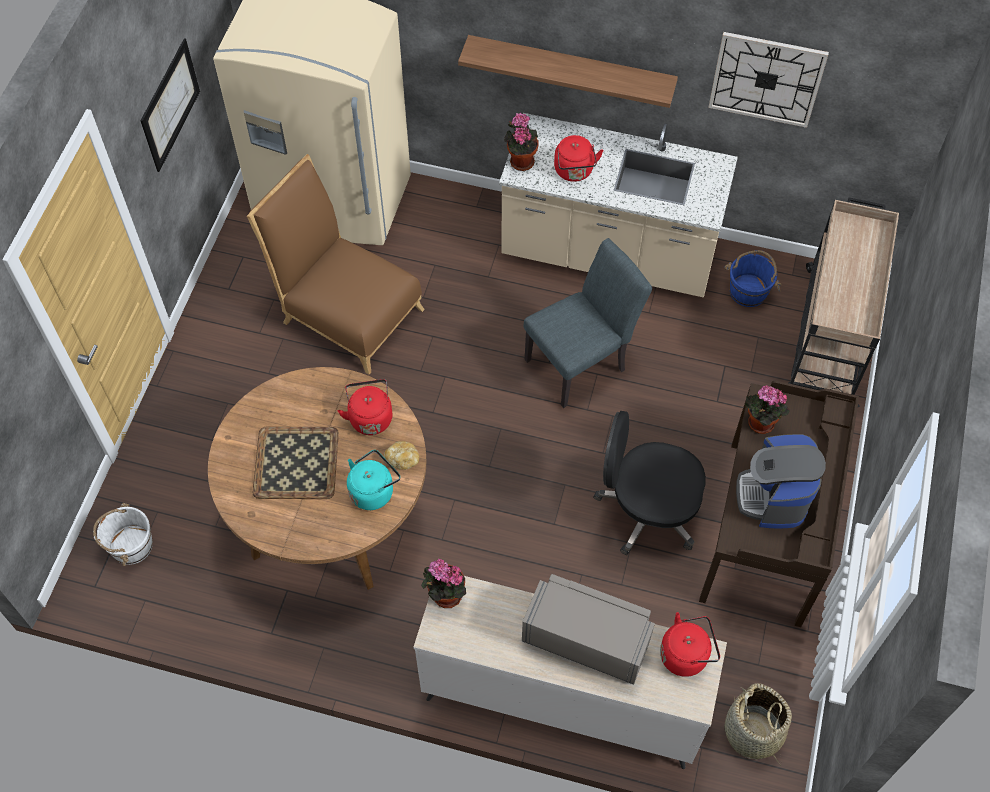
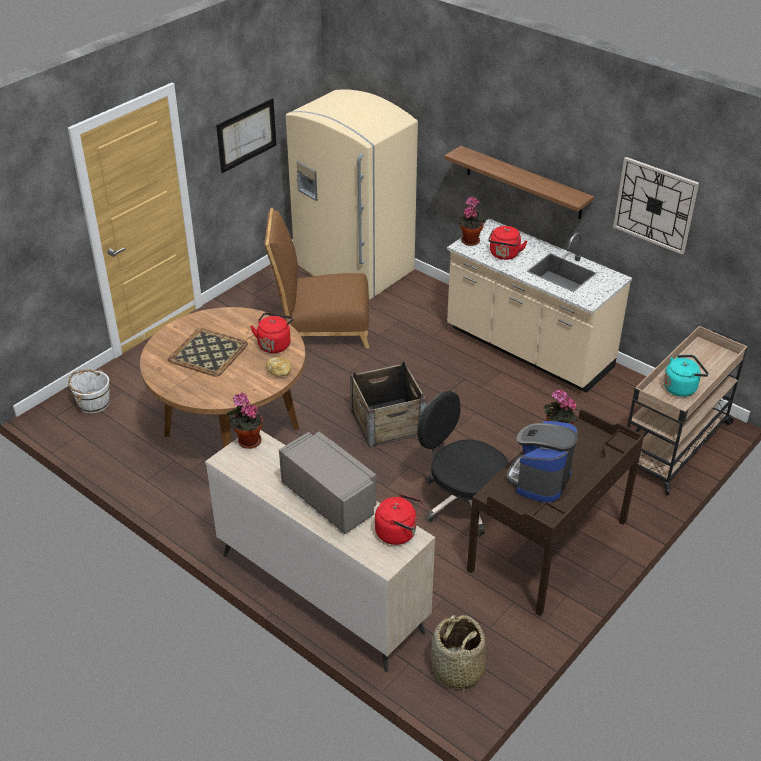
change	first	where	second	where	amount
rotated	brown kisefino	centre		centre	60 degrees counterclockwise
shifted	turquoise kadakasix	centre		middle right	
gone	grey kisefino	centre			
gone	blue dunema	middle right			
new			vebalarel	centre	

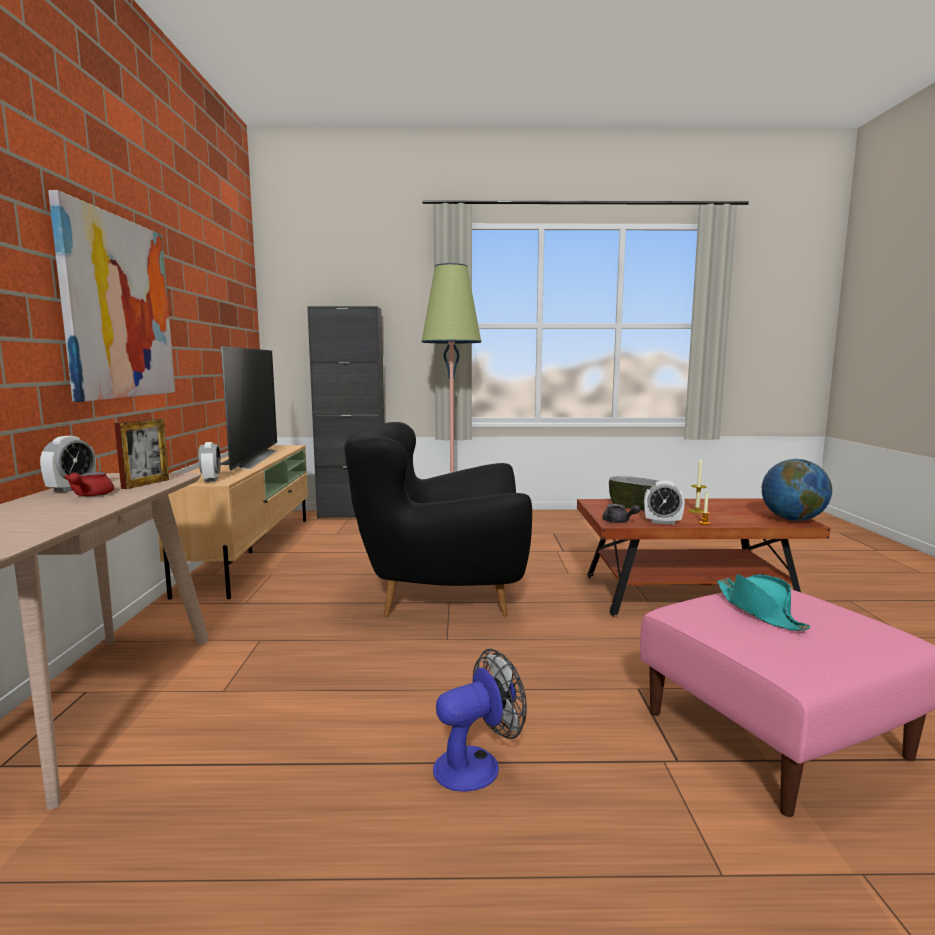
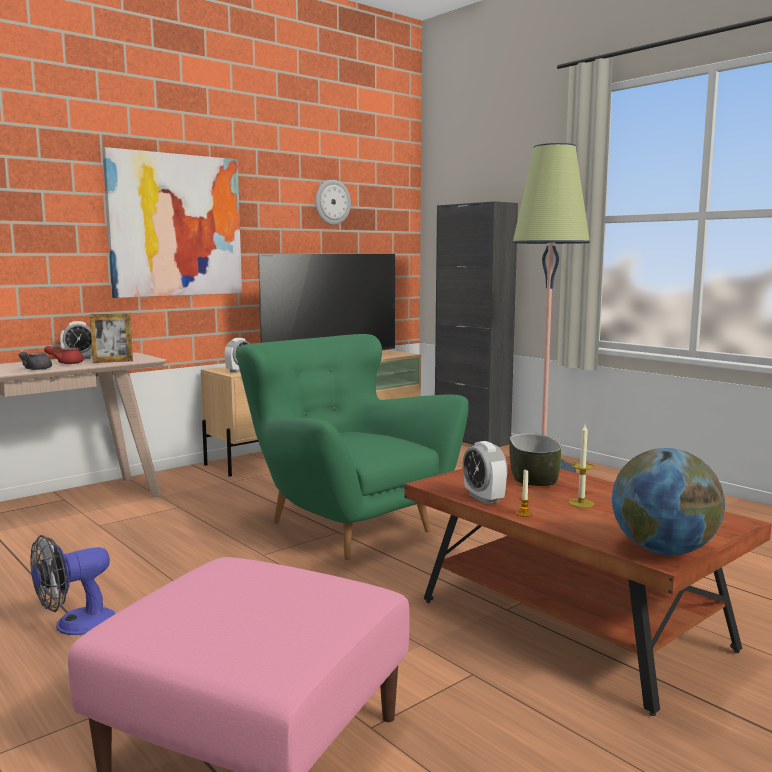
change	first	where	second	where	amount
repainted	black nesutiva	centre	green nesutiva	centre	
rotated	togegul	bottom centre		bottom left	120 degrees clockwise
shifted	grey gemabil	centre		middle left	
gone	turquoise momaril	middle right			
new			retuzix	top centre	

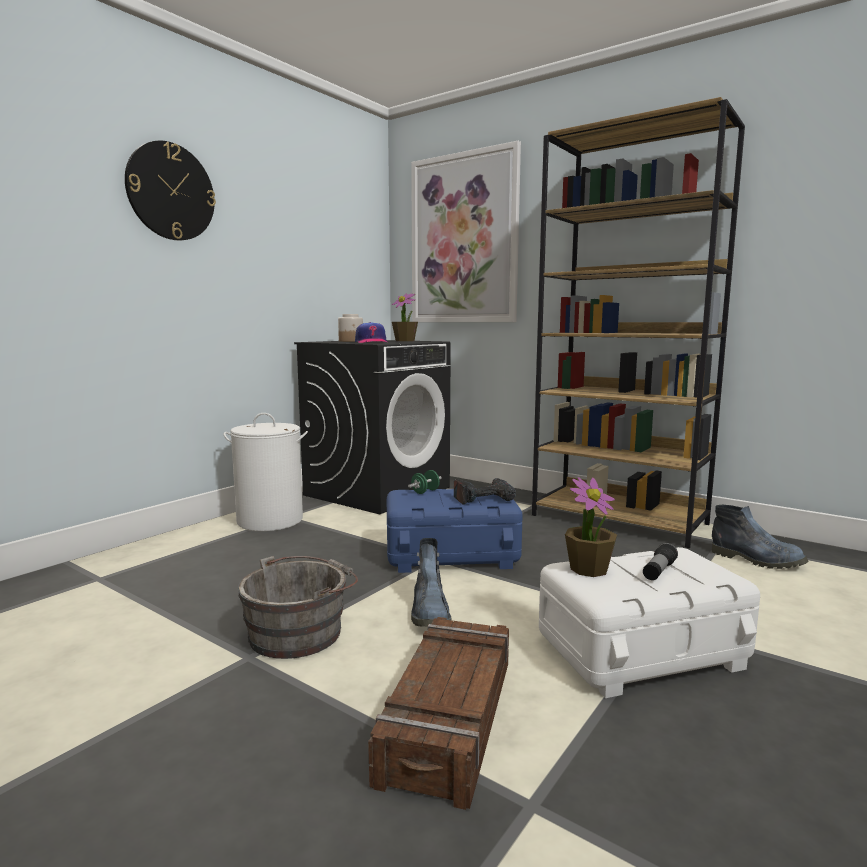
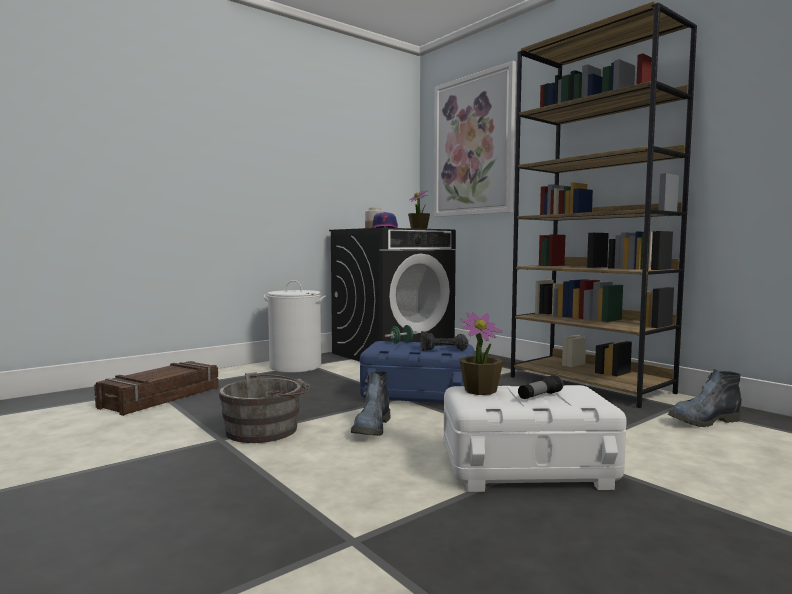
change	first	where	second	where	amount
gone	retuzix	top left			
shifted	vebalarel	bottom centre		middle left	
rotated	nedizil (no. 2 from left)	middle right		bottom right	105 degrees clockwise

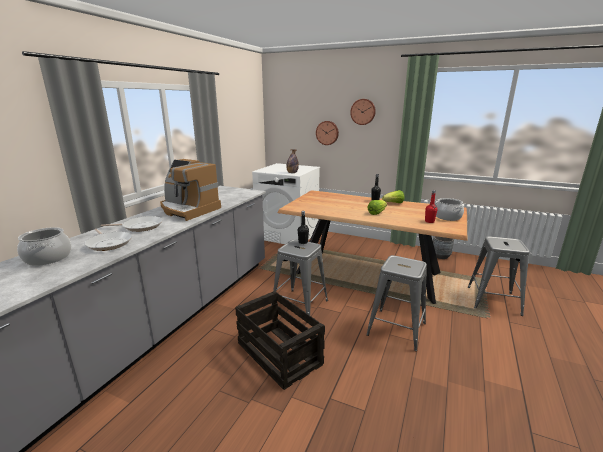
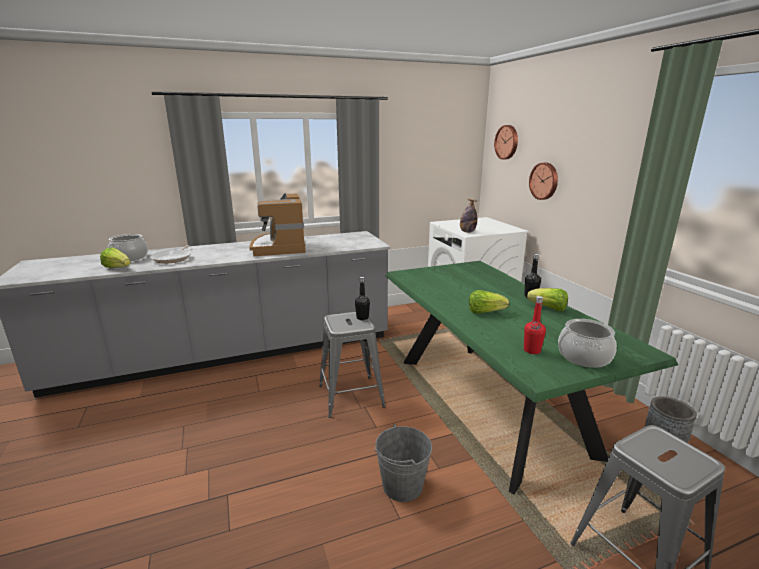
change	first	where	second	where	amount
gone	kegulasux (no. 2 from left)	middle left			
gone	vebalarel	bottom centre			
repainted	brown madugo	centre	green madugo	middle right	
shifted	retuzix (no. 2 from left in the first image)	top centre	retuzix (no. 1 from left)	top right	
swapped	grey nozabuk (no. 2 from left)	bottom centre	grey dunema	bottom centre	
new			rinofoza (no. 1 from left)	middle left	

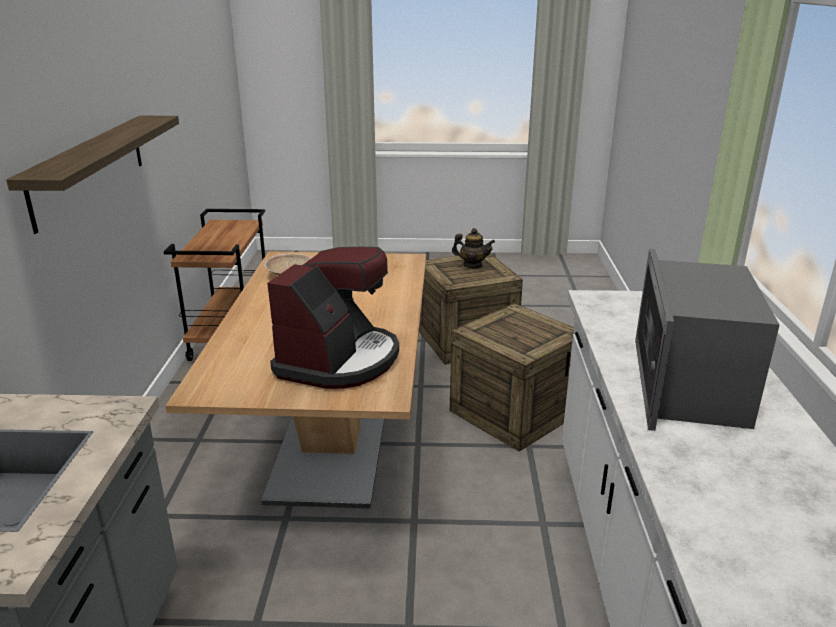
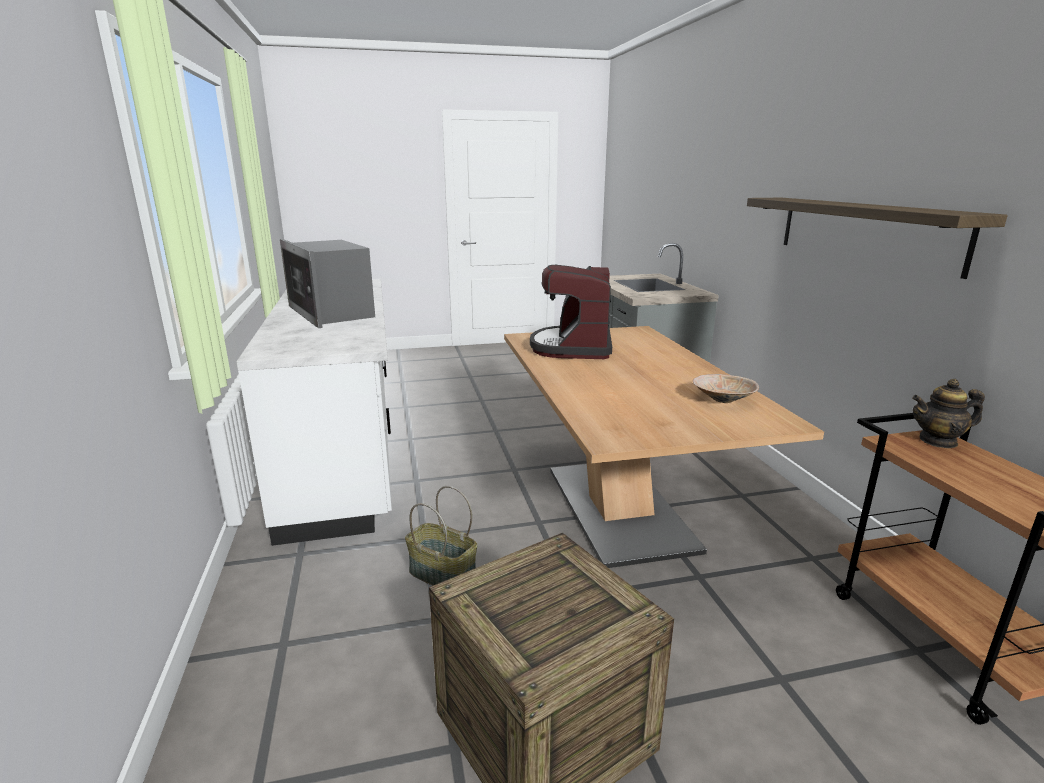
change	first	where	second	where	amount
swapped	vebalarel (no. 2 from left)	centre	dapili	bottom centre	
shifted	gemabil	centre		middle right	
rotated	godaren	middle right		middle left	150 degrees clockwise

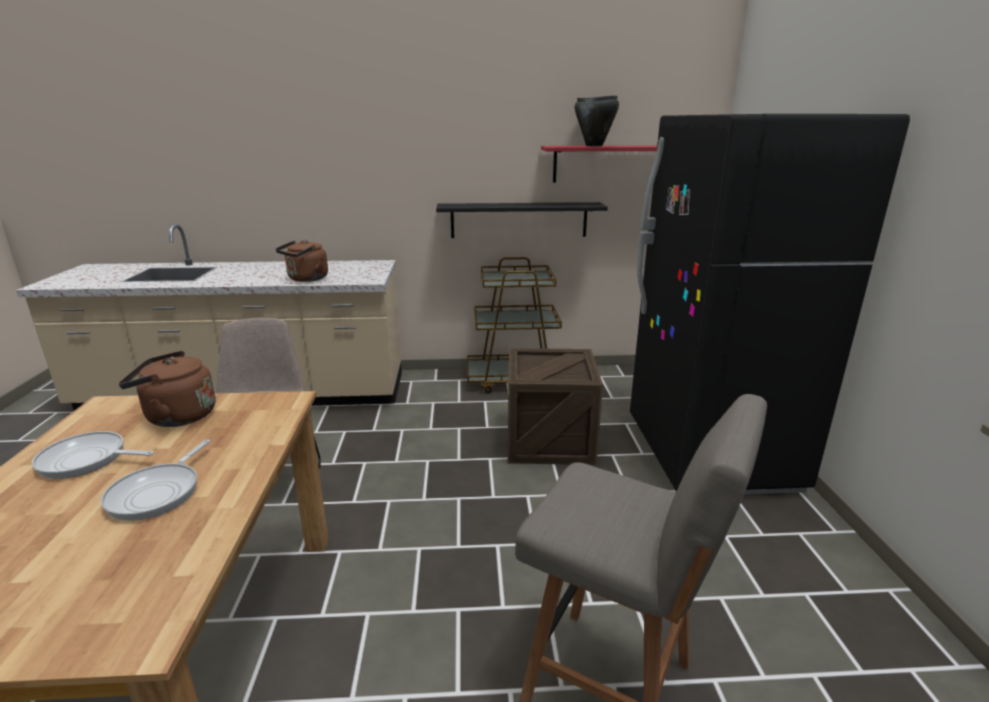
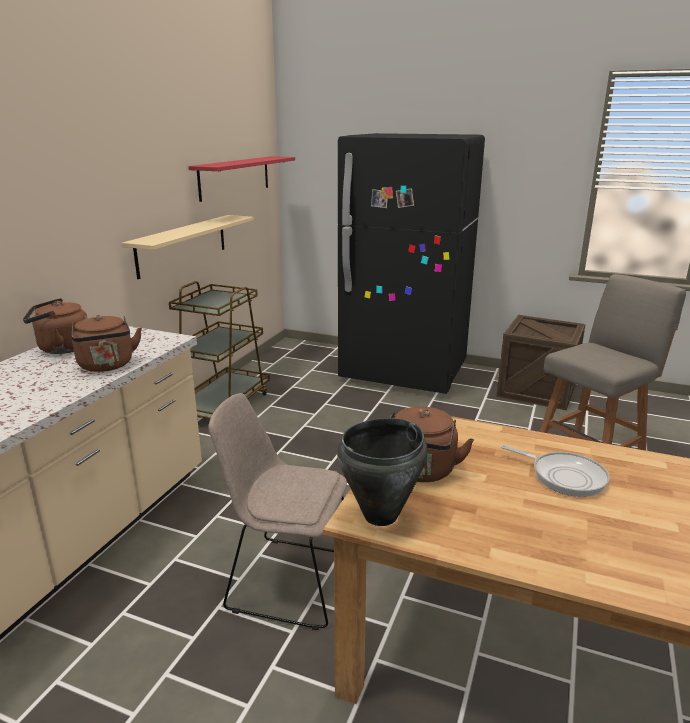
change	first	where	second	where	amount
gone	kegulasux (no. 1 from left)	middle left			
repainted	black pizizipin	top centre	beige pizizipin	middle left	
shifted	vebalarel	centre		middle right	
shifted	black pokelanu	top centre		centre	
new			brown kadakasix (no. 1 from left)	middle left	

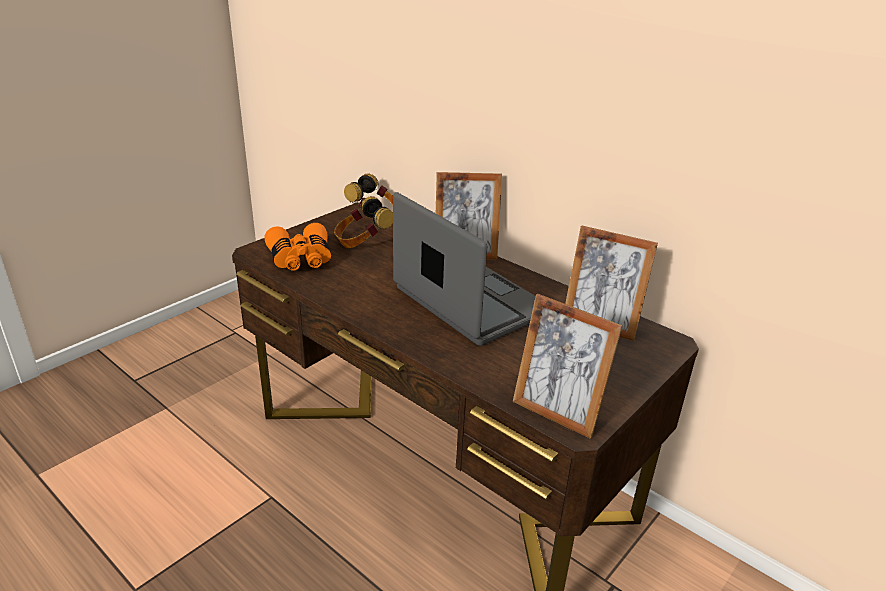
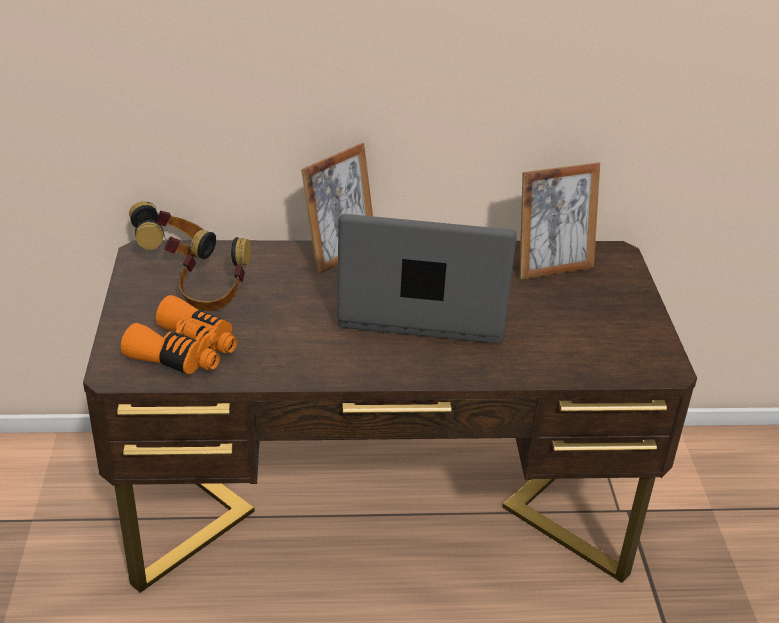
change	first	where	second	where	amount
gone	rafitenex (no. 2 from left)	centre			

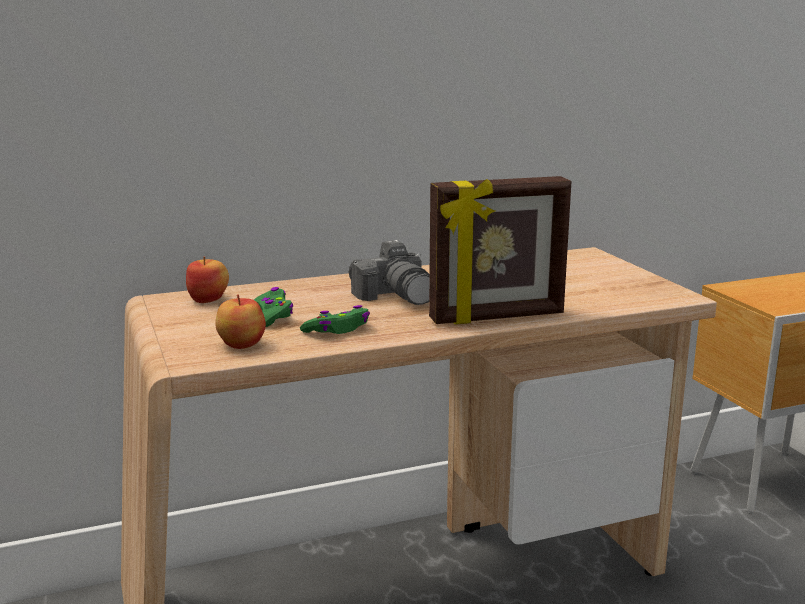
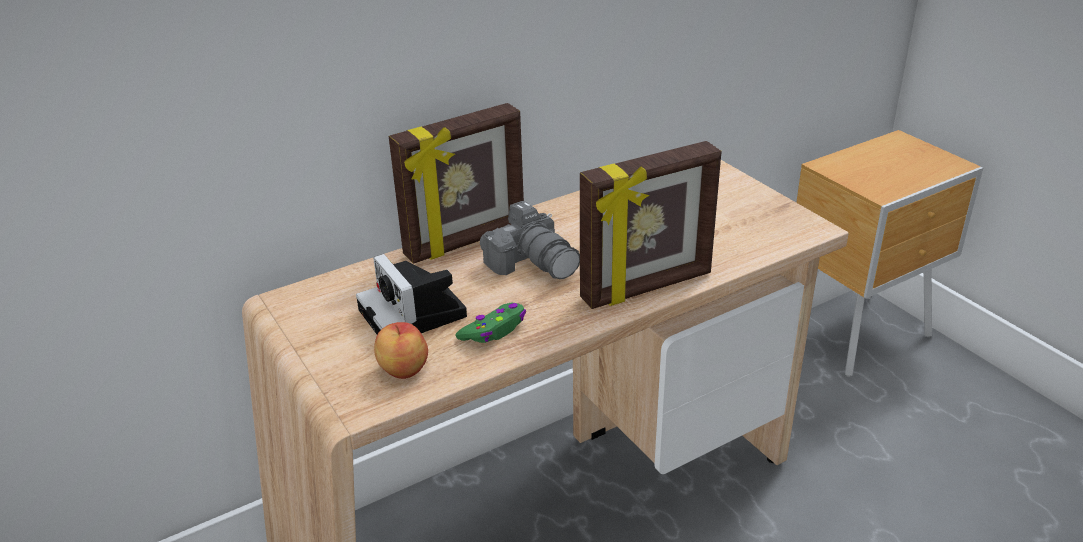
change	first	where	second	where	amount
gone	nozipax (no. 1 from left)	middle left			
swapped	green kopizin (no. 1 from left)	centre	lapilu (no. 1 from left)	centre	
new			rafitenex (no. 1 from left)	centre	

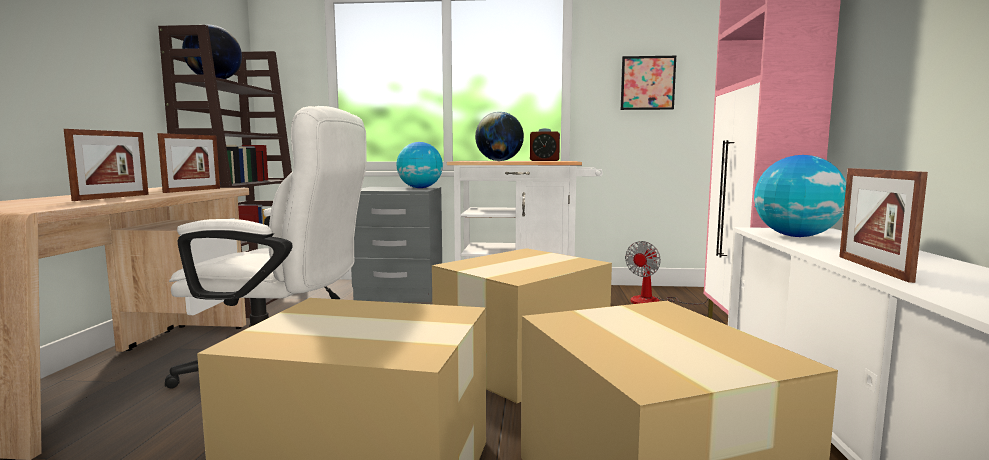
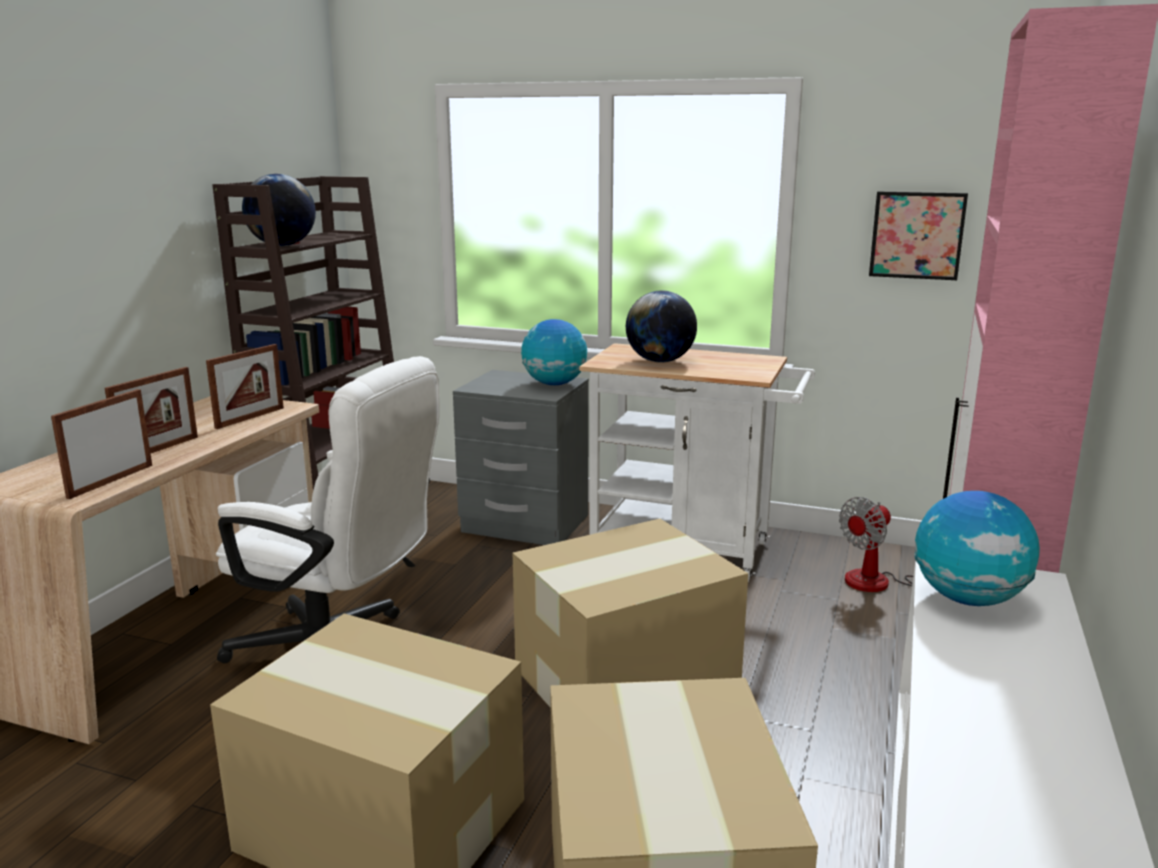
change	first	where	second	where	amount
gone	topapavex	top centre			
shifted	rafitenex (no. 3 from left in the first image)	middle right	rafitenex (no. 1 from left)	middle left	

